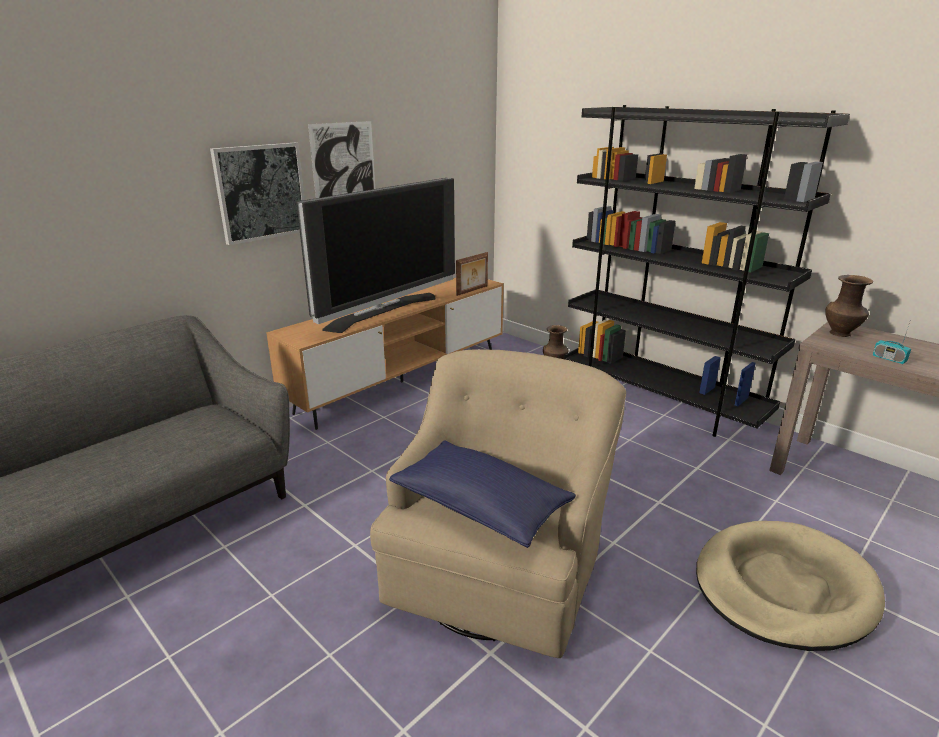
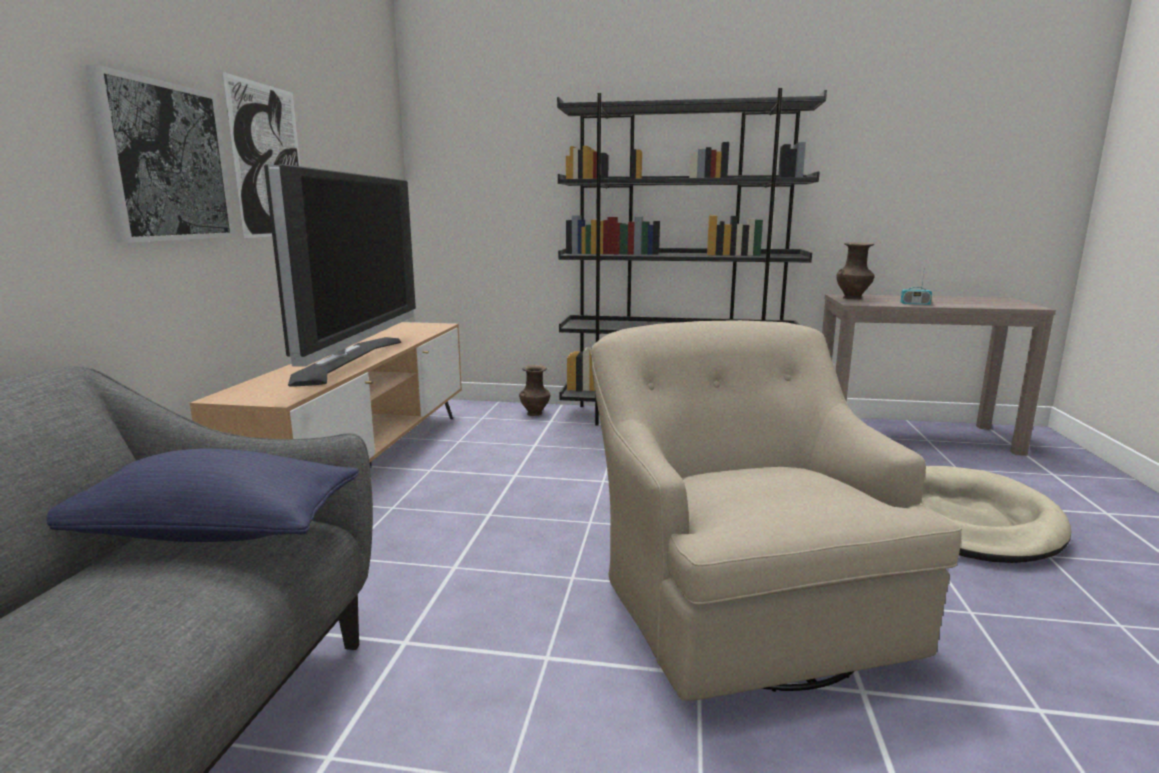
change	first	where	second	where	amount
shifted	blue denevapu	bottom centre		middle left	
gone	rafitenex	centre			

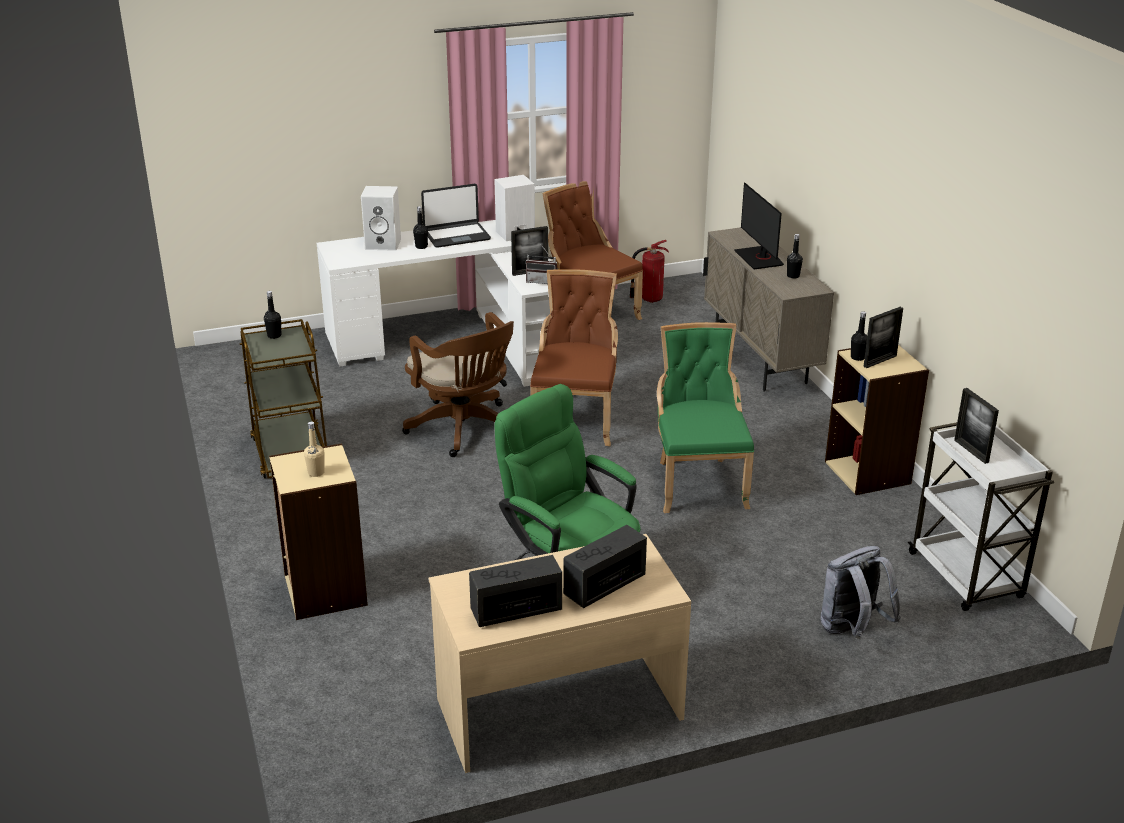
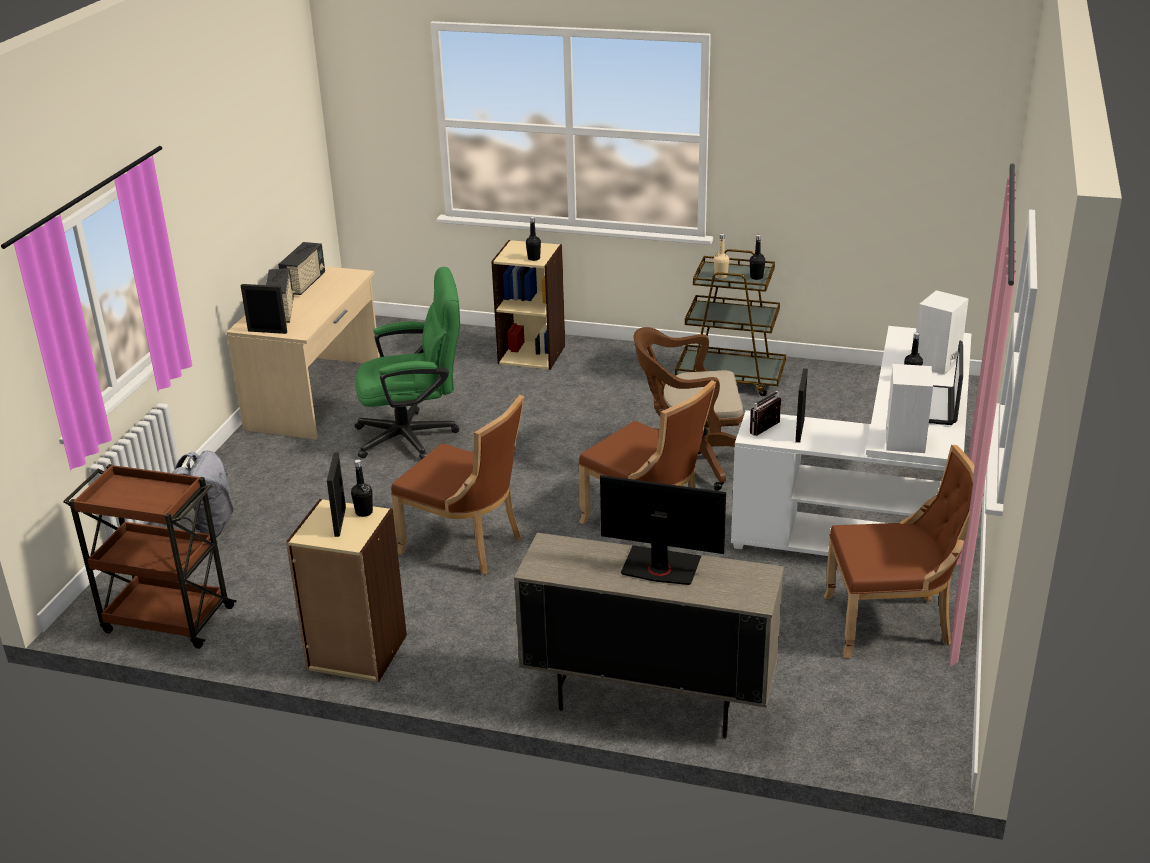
change	first	where	second	where	amount
shifted	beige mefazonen	middle left		top centre	
gone	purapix	top centre			
repainted	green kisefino	centre	brown kisefino (no. 1 from left)	centre	
shifted	black mefazonen (no. 3 from left in the first image)	top right	black mefazonen (no. 2 from left)	top centre	
repainted	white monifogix	middle right	brown monifogix (no. 1 from left)	middle left	
shifted	rafitenex (no. 3 from left in the first image)	middle right	rafitenex (no. 1 from left)	middle left	

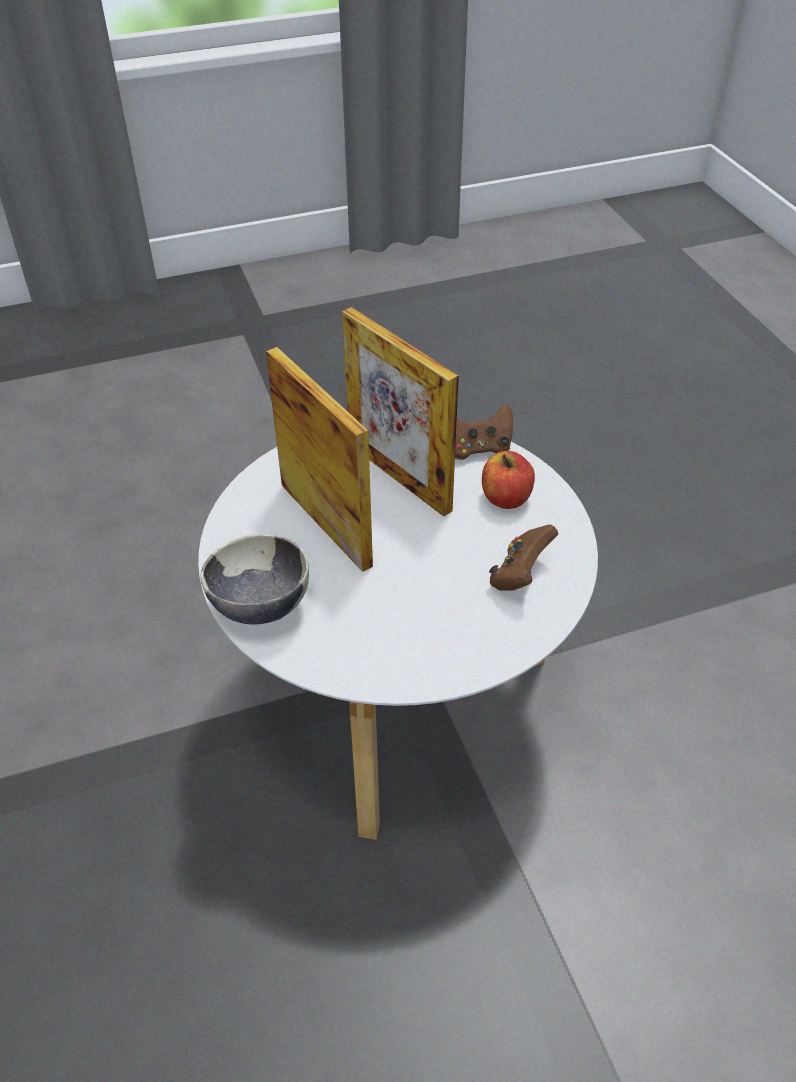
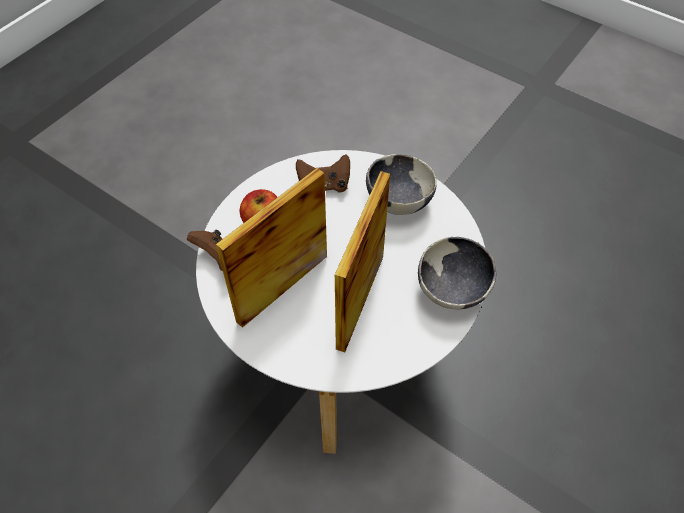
change	first	where	second	where	amount
rotated	rafitenex (no. 2 from left in the first image)	centre	rafitenex (no. 1 from left)	centre	150 degrees counterclockwise
new			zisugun (no. 1 from left)	centre	

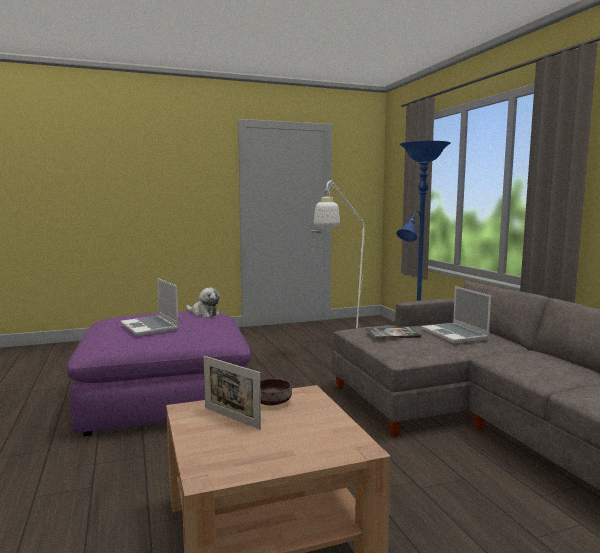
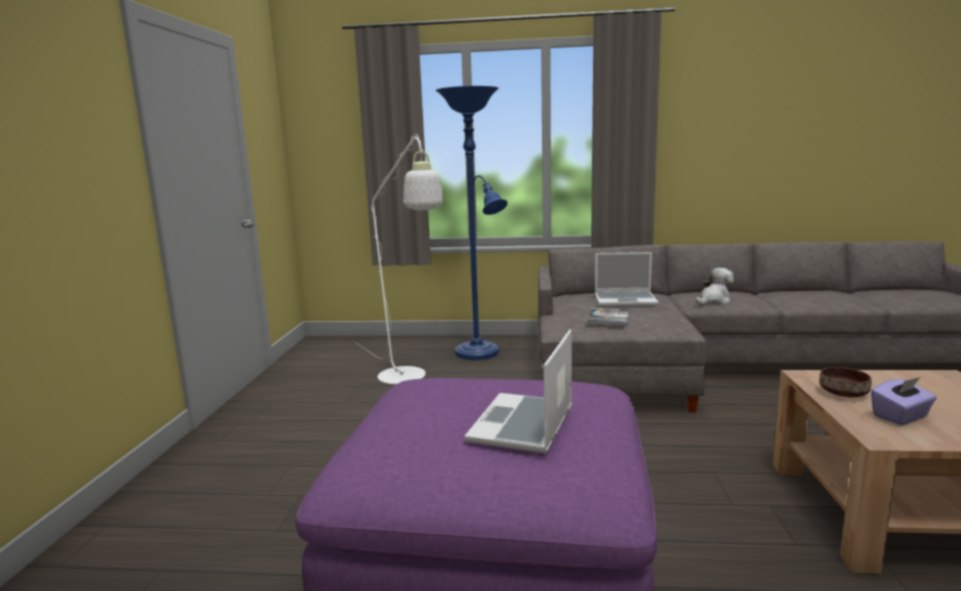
change	first	where	second	where	amount
rotated	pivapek (no. 1 from left)	middle left		centre	120 degrees clockwise
shifted	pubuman	centre		middle right	
swapped	rafitenex	bottom centre	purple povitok	bottom right	

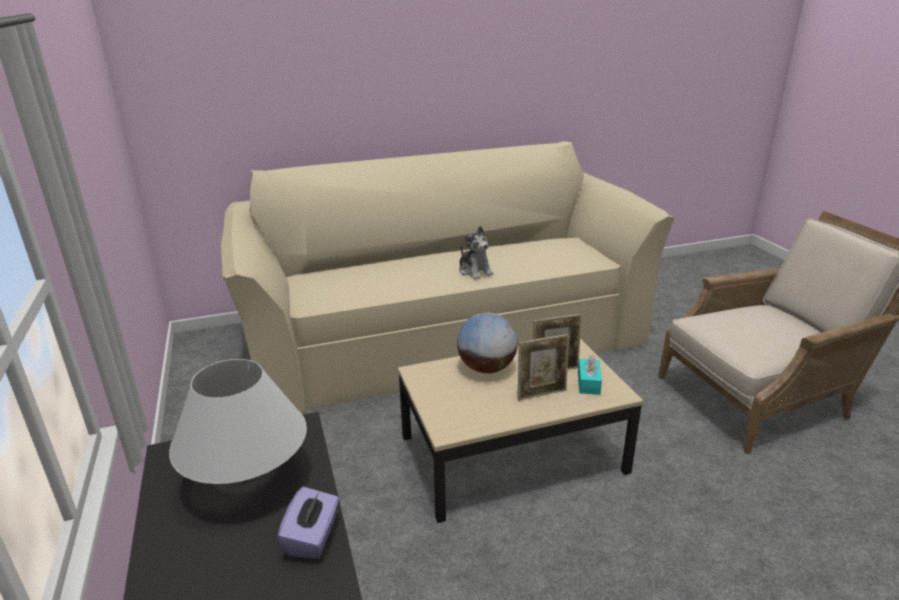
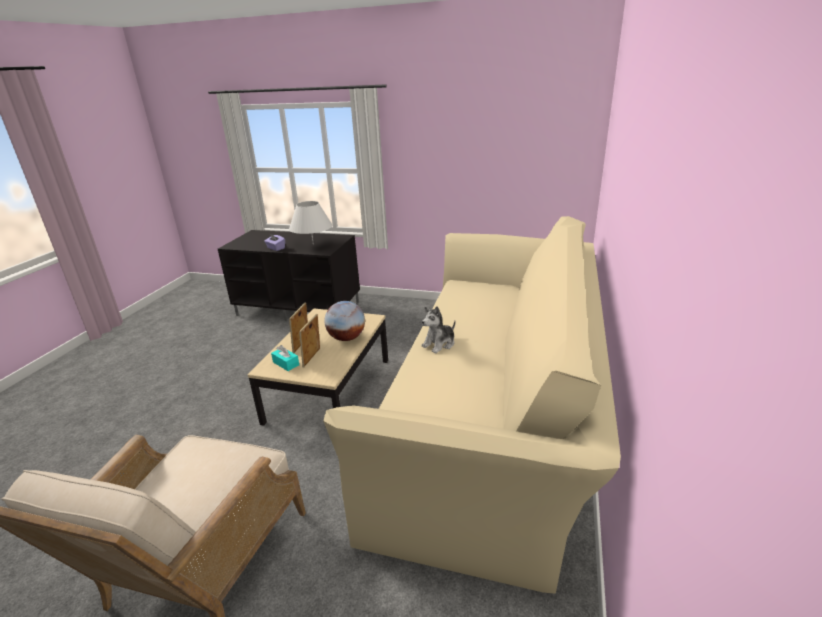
change	first	where	second	where	amount
rotated	pubuman	centre		centre	45 degrees counterclockwise

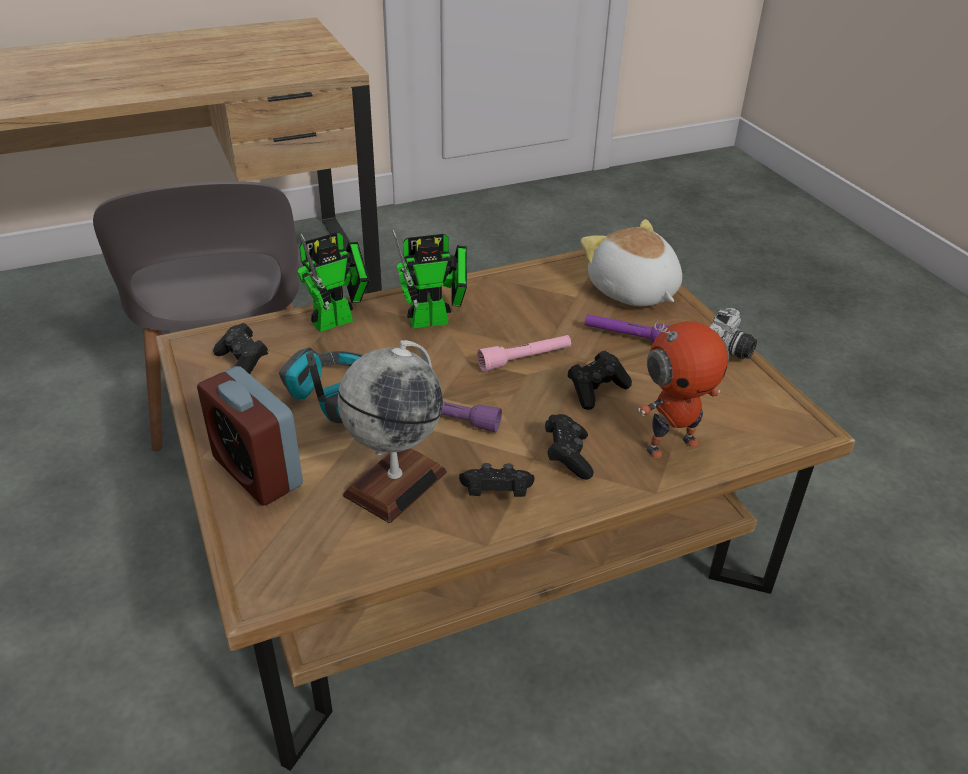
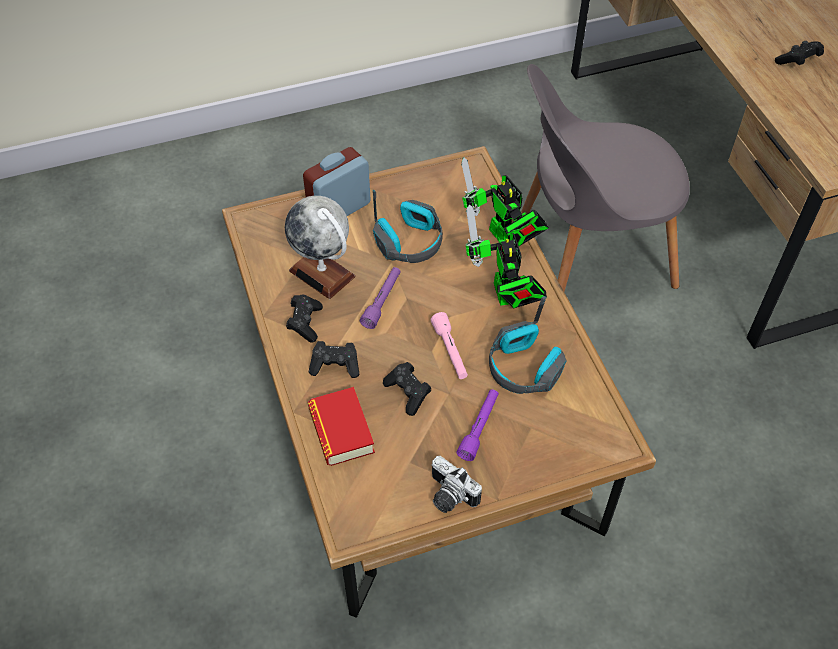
change	first	where	second	where	amount
shifted	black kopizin (no. 1 from left in the first image)	middle left	black kopizin (no. 4 from left)	top right	
gone	pubuman	centre			
swapped	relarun (no. 3 from left)	middle right	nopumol	centre	
new			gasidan (no. 2 from left)	centre	

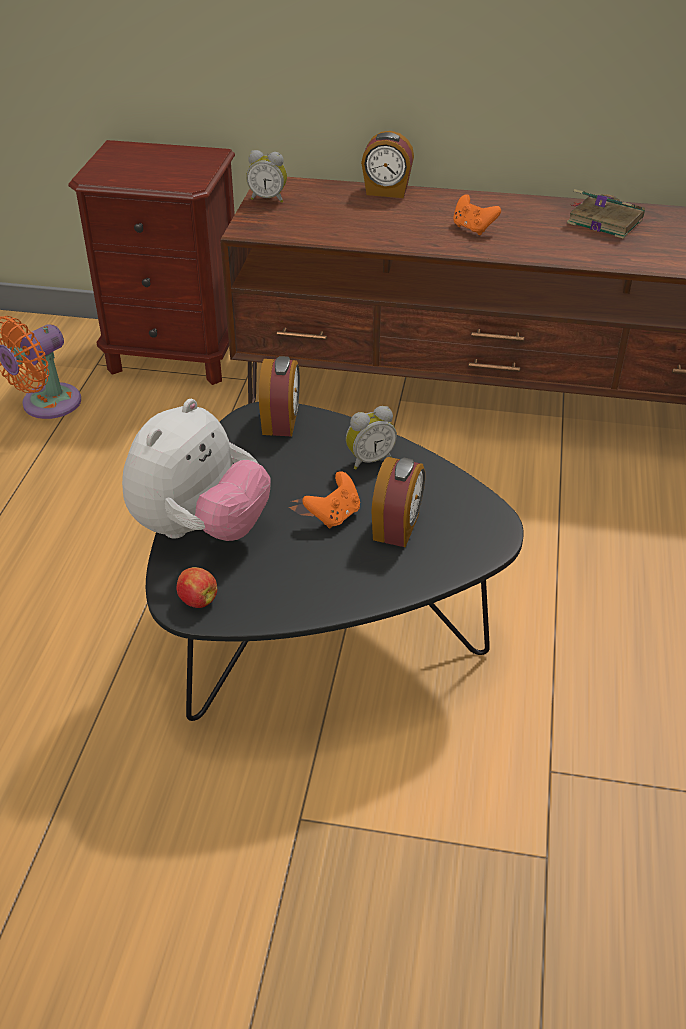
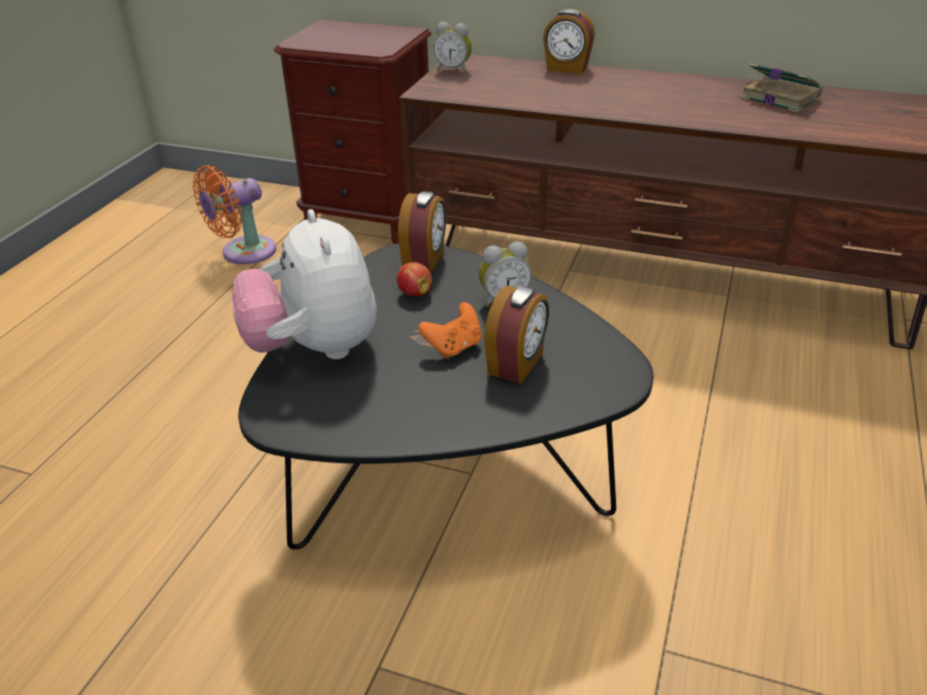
change	first	where	second	where	amount
rotated	pubuman	middle left		middle left	120 degrees clockwise
shifted	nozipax	middle left		centre	
gone	orange kopizin (no. 2 from left)	top right			

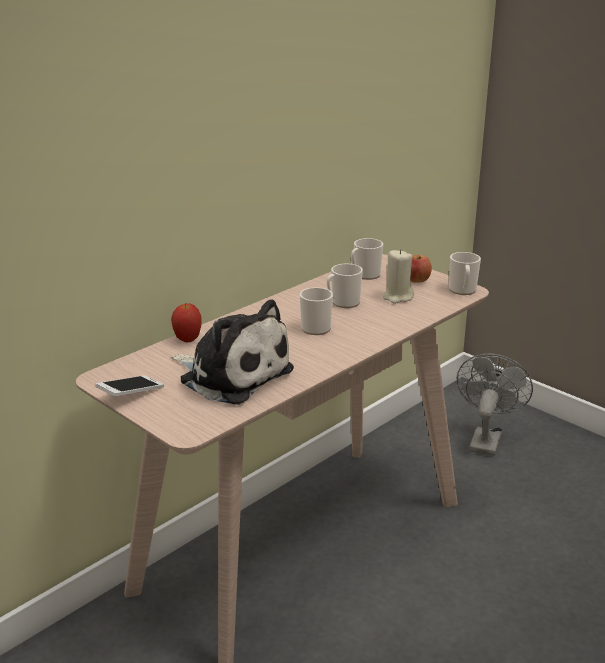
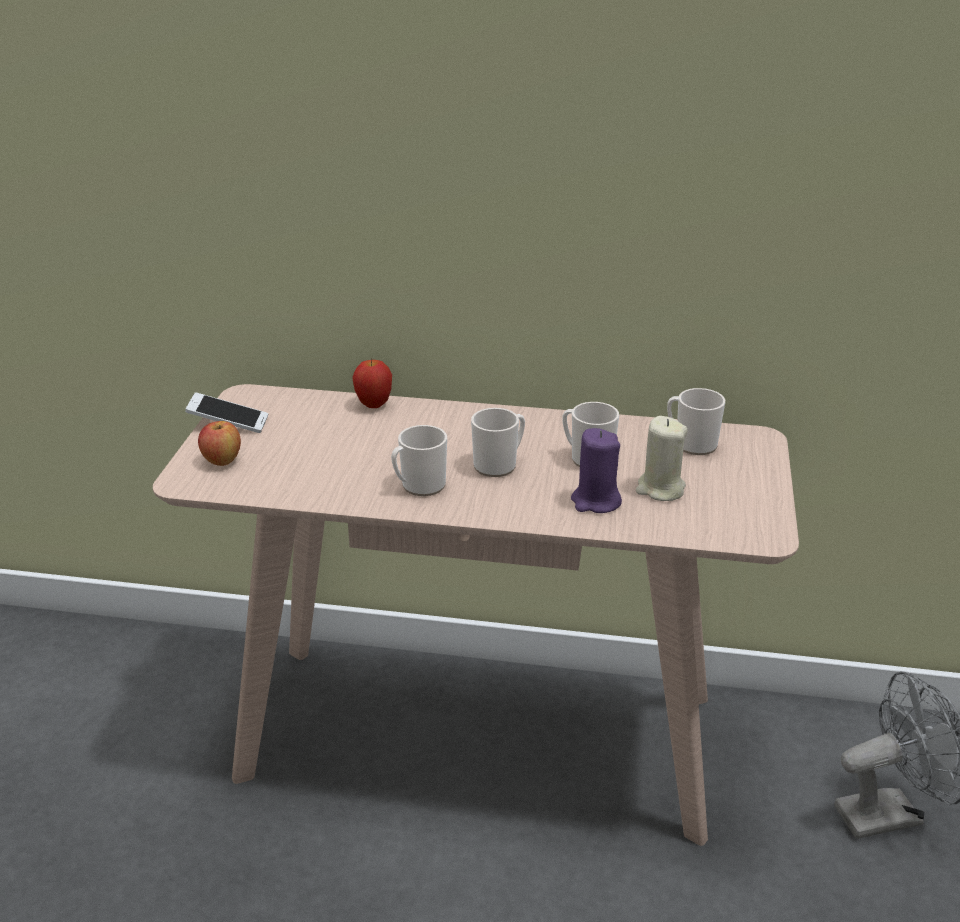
change	first	where	second	where	amount
gone	pubuman	centre			
shifted	nozipax (no. 2 from left in the first image)	middle right	nozipax (no. 1 from left)	middle left	
shifted	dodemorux (no. 4 from left in the first image)	middle right	dodemorux (no. 1 from left)	centre	
new			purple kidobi	centre	

